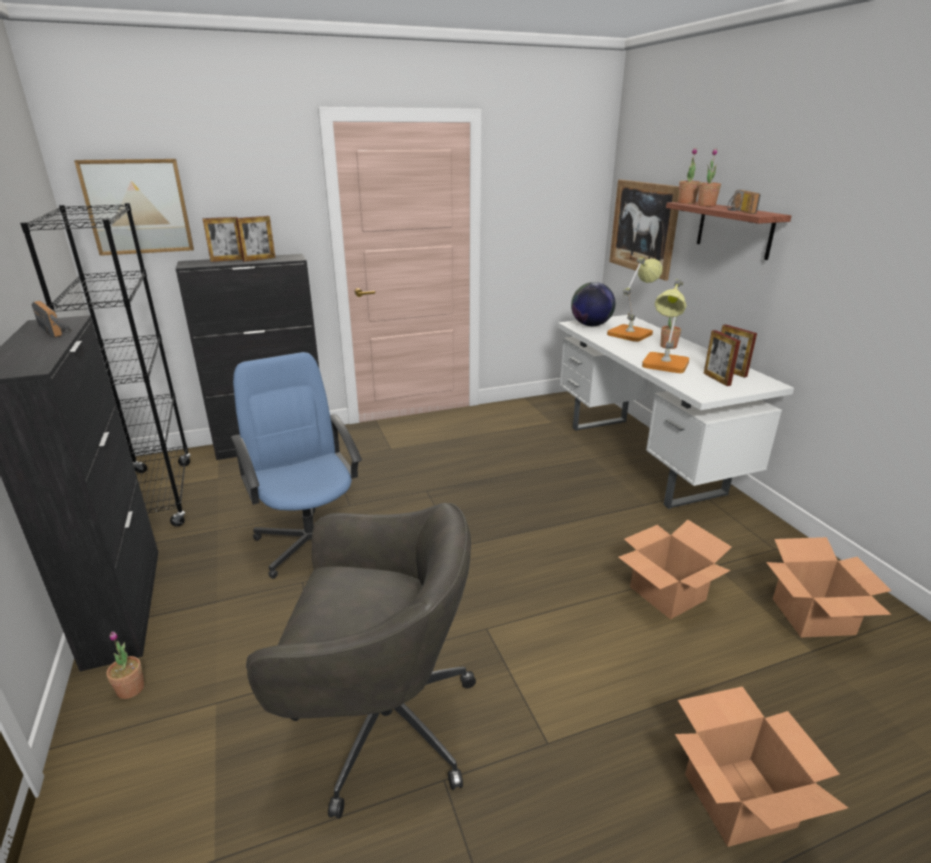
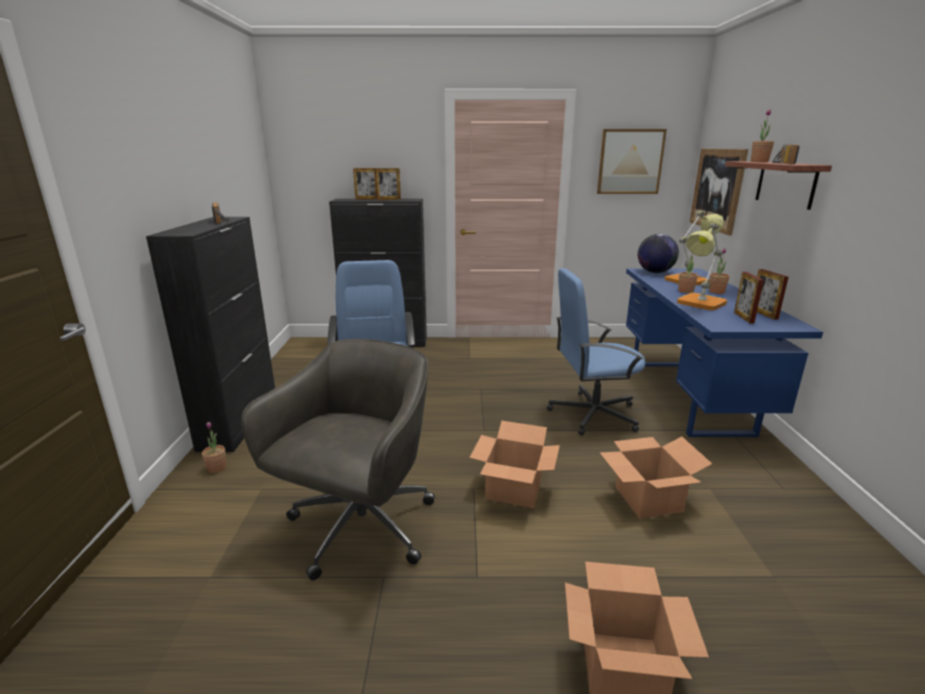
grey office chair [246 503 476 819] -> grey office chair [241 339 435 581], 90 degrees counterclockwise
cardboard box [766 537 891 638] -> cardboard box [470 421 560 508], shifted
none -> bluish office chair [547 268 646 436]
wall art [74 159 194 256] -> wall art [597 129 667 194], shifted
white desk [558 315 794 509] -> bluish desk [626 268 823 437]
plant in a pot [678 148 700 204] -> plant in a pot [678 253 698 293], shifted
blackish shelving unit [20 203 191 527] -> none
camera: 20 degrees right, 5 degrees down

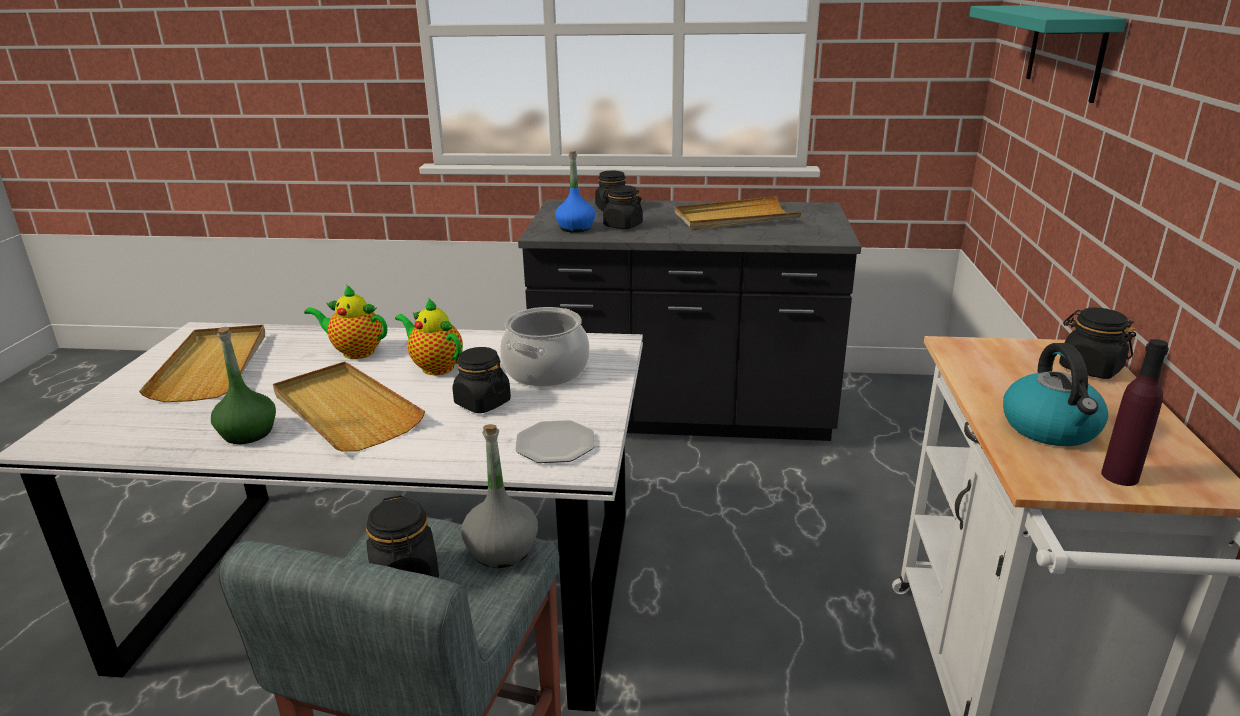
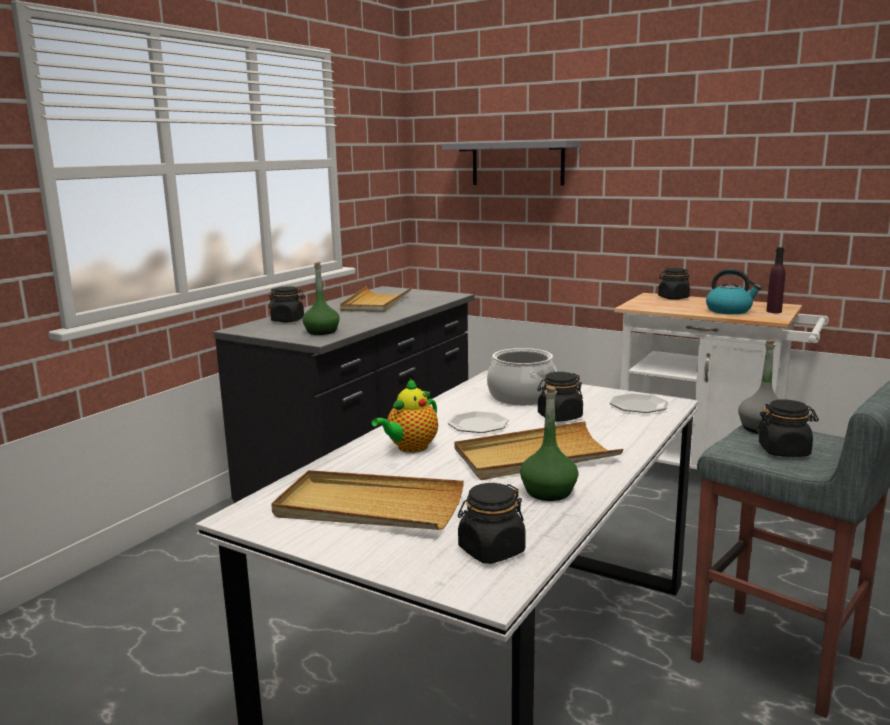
bluish bottle [555 151 595 233] -> green-coloured bottle [302 262 340 335]
blue-green shelf [969 5 1126 103] -> grey shelf [442 140 581 186]
teapot [395 297 463 375] -> flat dish [447 411 509 433]
blackish preserve jar [603 185 643 229] -> blackish preserve jar [458 483 526 564], shifted
camera: 65 degrees left, 10 degrees down

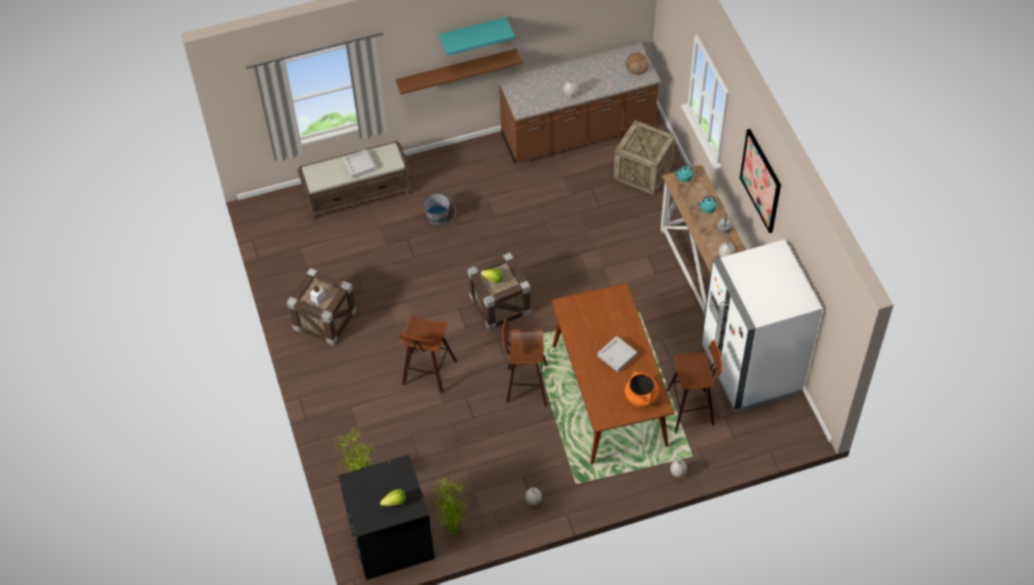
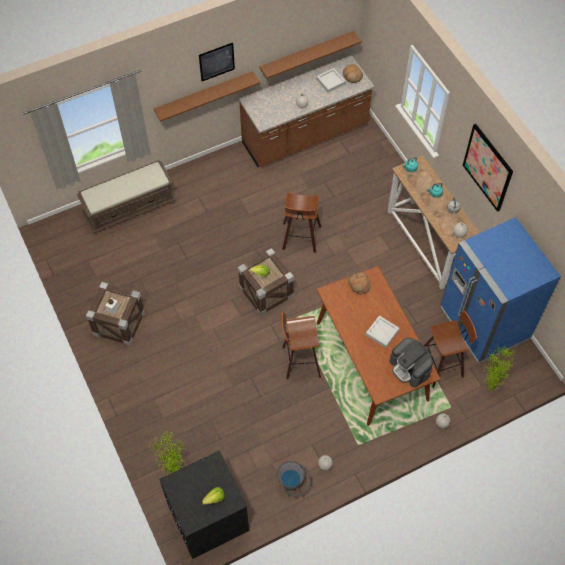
blue-green shelf [439 17 515 56] -> wall art [199 43 235 81]
none -> brownish shelf [259 31 362 79]
grey water bucket [422 193 456 225] -> grey water bucket [277 461 311 497], shifted
sitting stool [398 315 457 393] -> sitting stool [282 193 321 253], shifted
grey tray [343 149 376 179] -> grey tray [316 68 346 93], shifted
none -> bakery bread [348 272 371 294]
orange-coloured stockpot [625 371 660 408] -> coffee maker [390 338 433 388]
white refrigerator [701 239 822 412] -> bluish refrigerator [440 217 561 364]
plant in a pot [430 476 469 536] -> plant in a pot [482 345 516 391], shifted
crate [614 120 675 195] -> none
camera: 10 degrees left, 5 degrees up

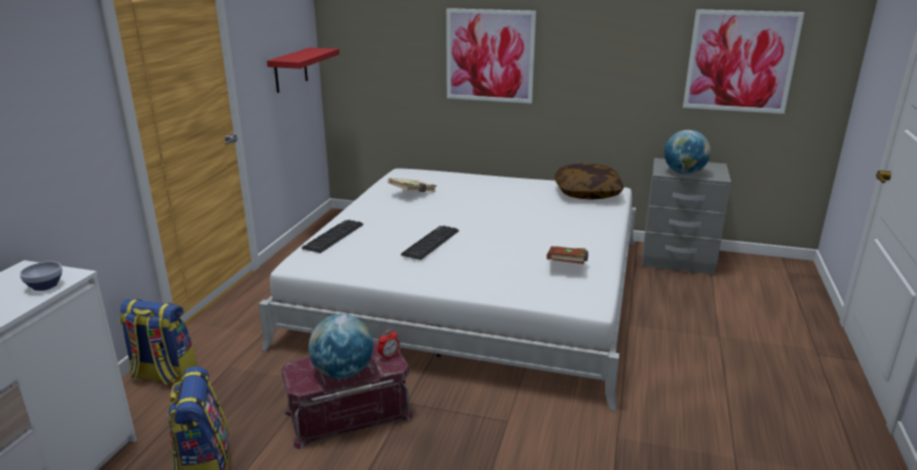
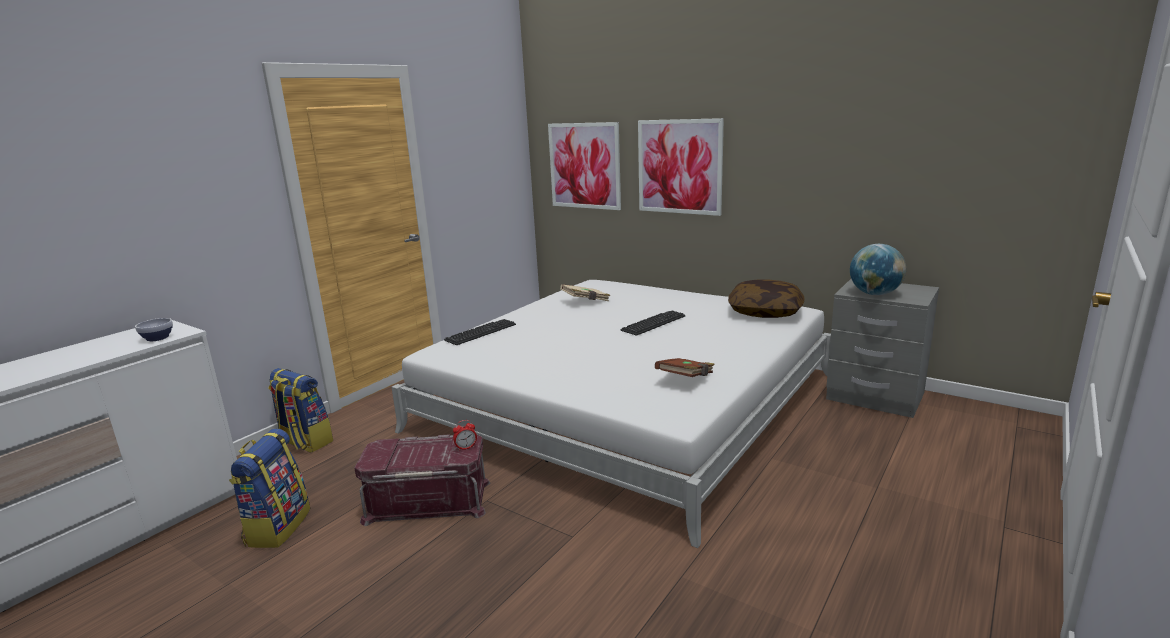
wall art [683 9 804 114] -> wall art [548 122 621 210], shifted
PC keyboard [401 226 459 260] -> PC keyboard [621 311 685 335], shifted
red shelf [267 48 340 93] -> none
globe [308 314 373 379] -> none
camera: 20 degrees right, 5 degrees down

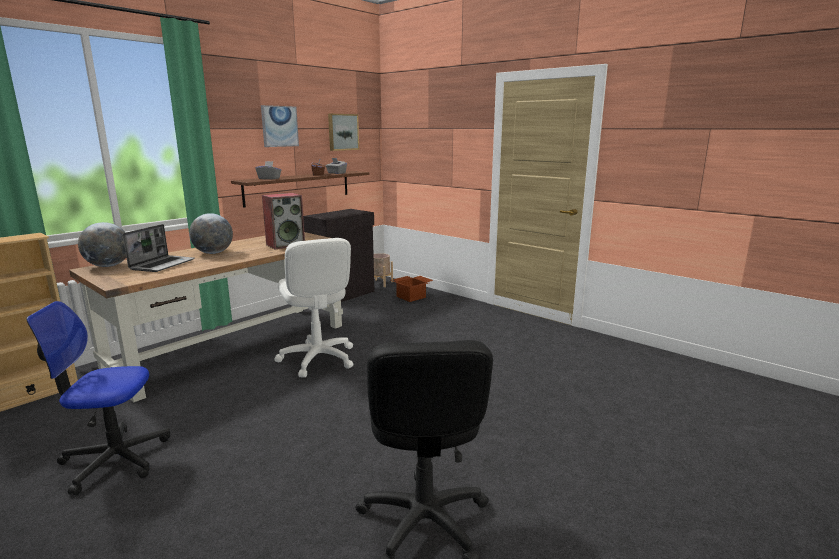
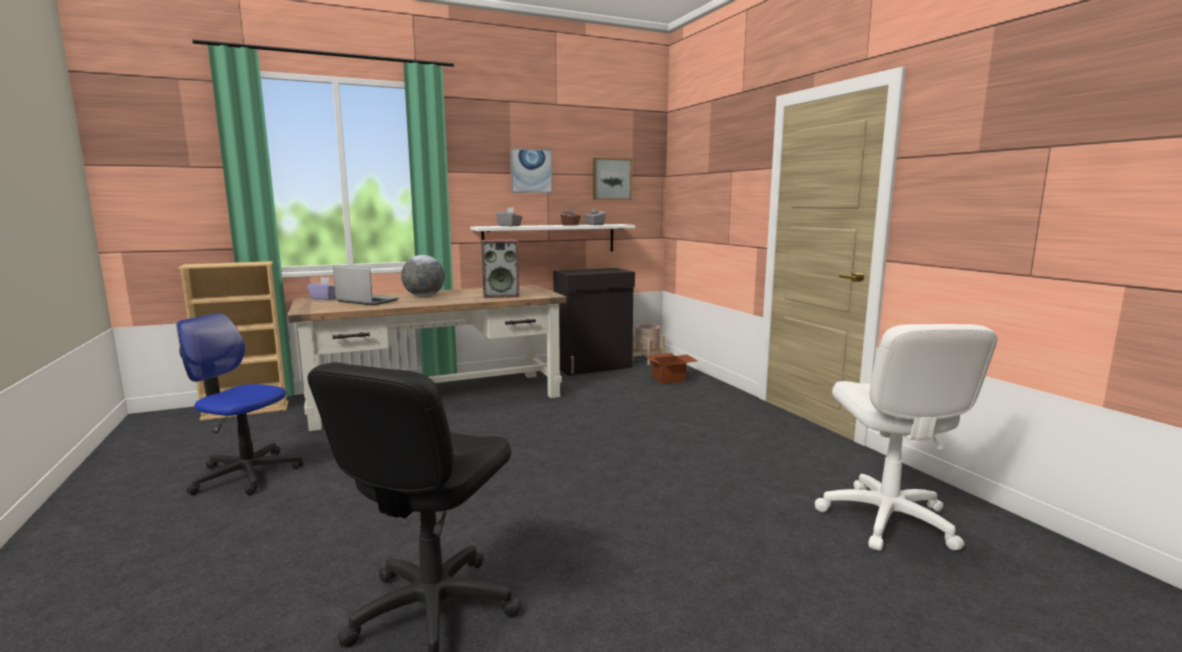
globe [78 222 126 267] -> purple box of tissues [307 277 336 300]
notebook computer [123 224 195 272] -> notebook computer [333 265 399 306], 105 degrees counterclockwise
brownish shelf [231 171 370 208] -> white shelf [470 224 635 251]
white office chair [274 238 353 378] -> white office chair [815 324 998 551], shifted
camera: 25 degrees right, 5 degrees down

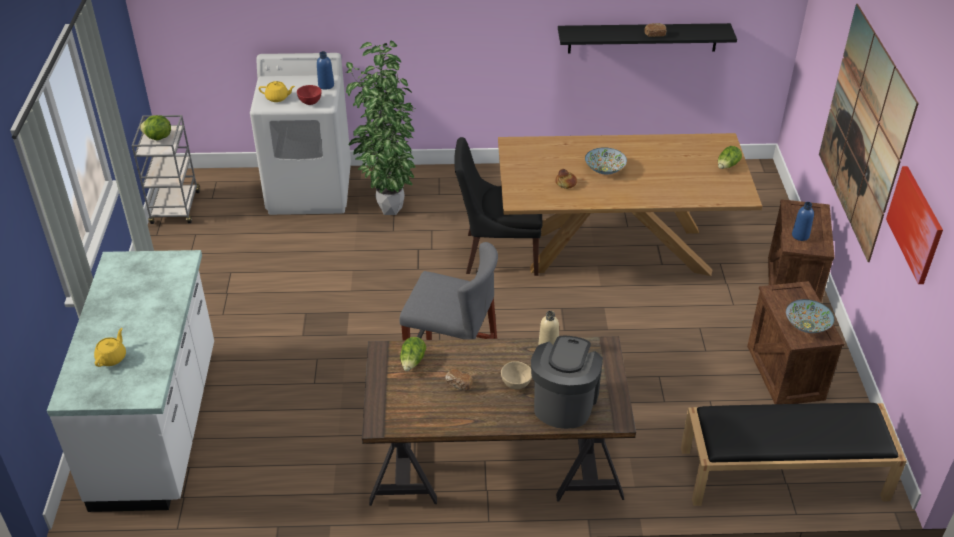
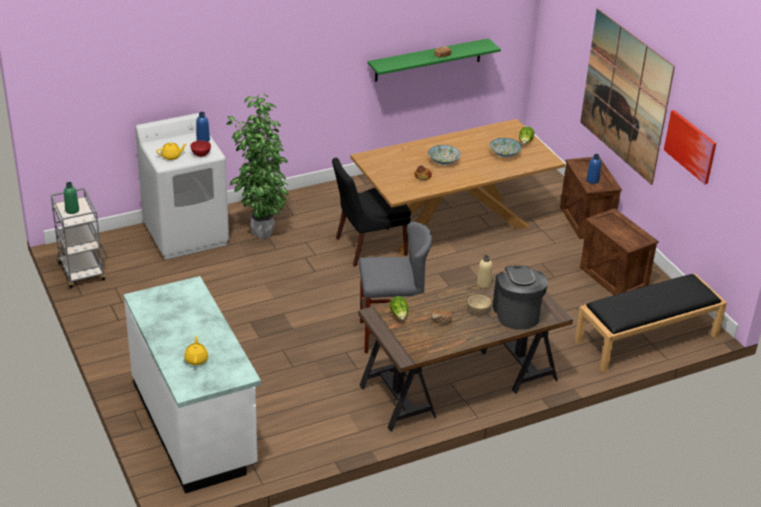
lettuce head [140 115 171 140] -> green-coloured bottle [64 182 79 214]
blackish shelf [558 23 737 53] -> green-coloured shelf [367 38 501 82]
bowl [786 299 834 333] -> bowl [490 138 522 157], shifted
camera: 25 degrees left, 5 degrees down

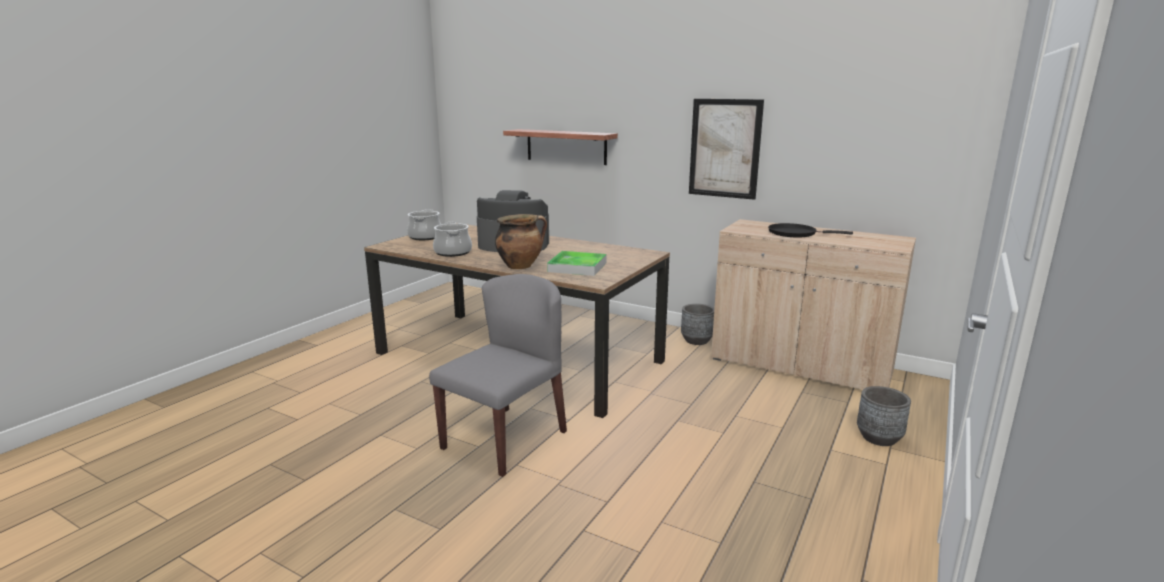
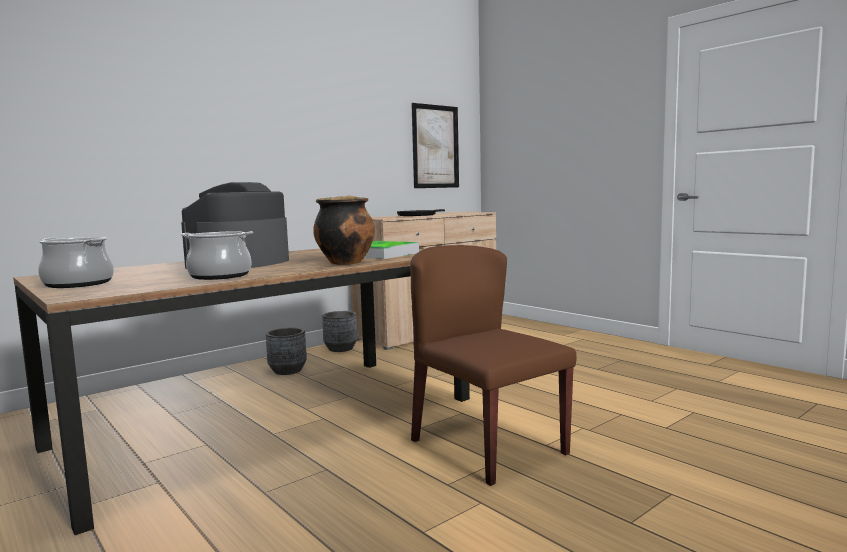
grey plant pot [857 386 911 446] -> grey plant pot [266 327 307 375], shifted
grey upright chair [429 274 567 477] -> brownish upright chair [410 245 577 486]
wall art [689 99 764 200] -> wall art [411 103 459 188], shifted
shelf [503 129 618 165] -> none
camera: 70 degrees left, 10 degrees down

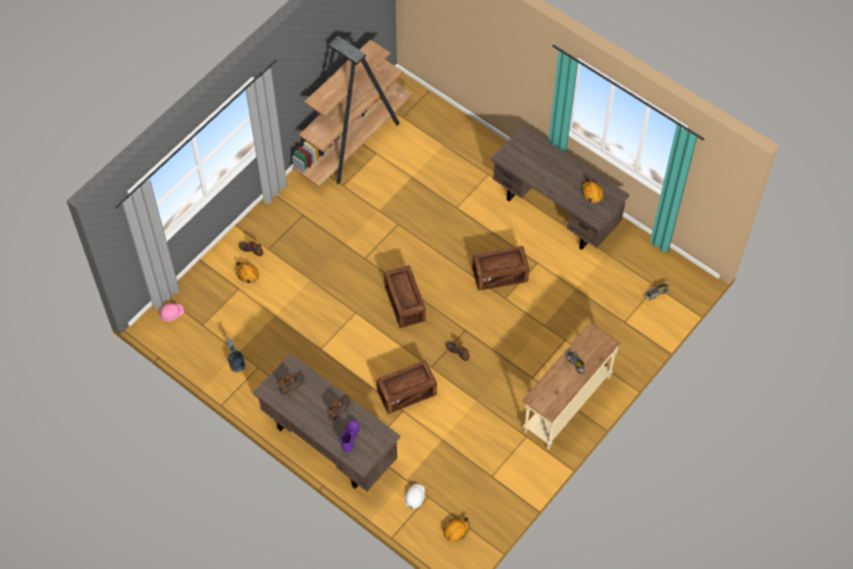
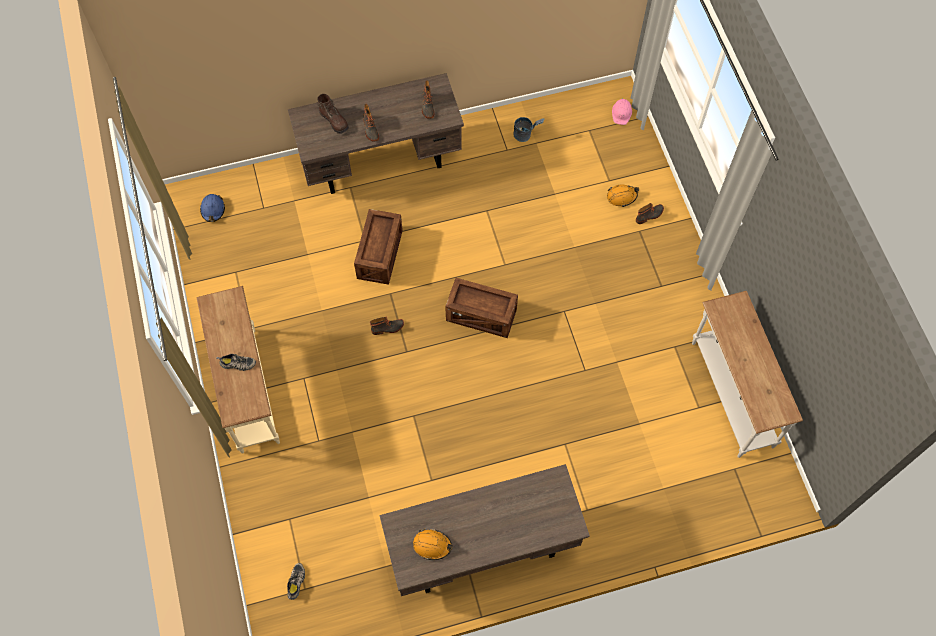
orange-coloured hard hat [443 517 469 542] -> bluish hard hat [200 194 225 222]
purple boot [340 420 359 453] -> brownish boot [317 94 349 134]
brownish shelving unit [292 36 413 187] -> white narrow table [692 291 803 458]
white hard hat [404 484 425 509] -> none
crate [473 246 529 291] -> none
camera: 125 degrees right, 5 degrees up

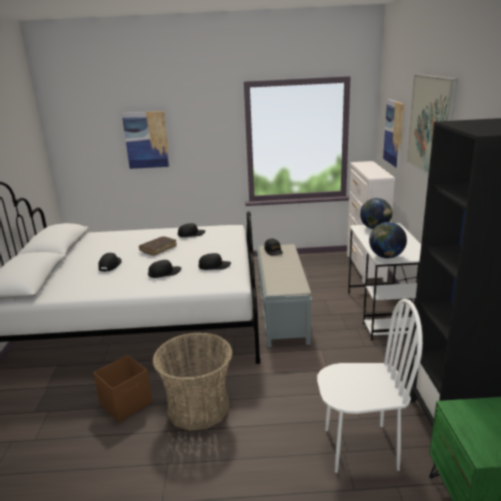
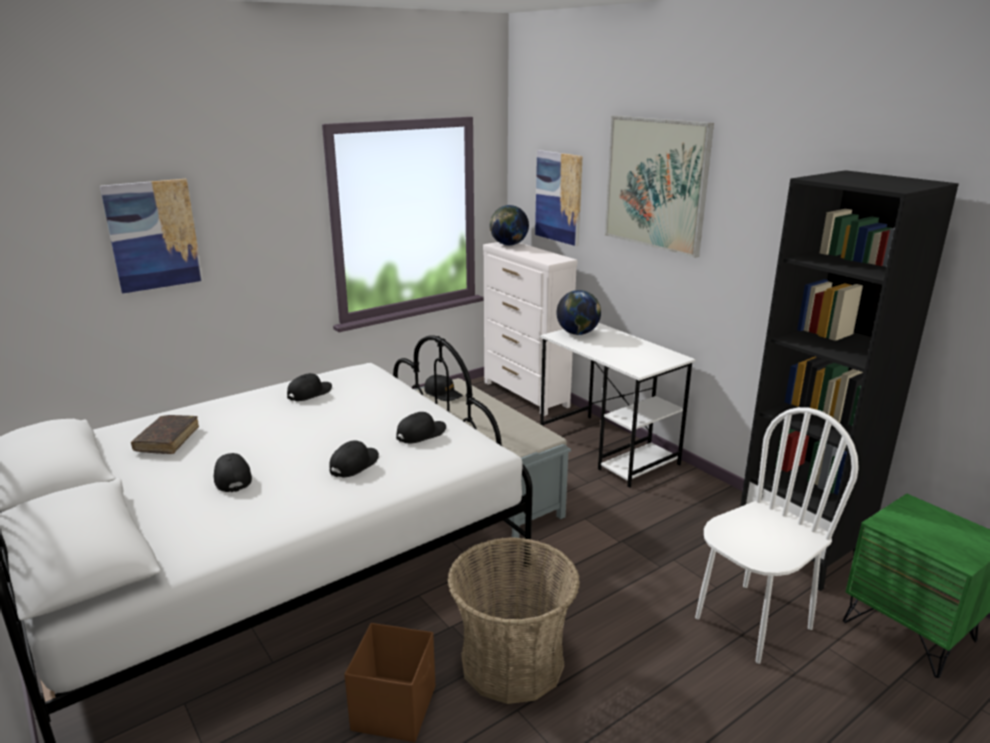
brownish bound book [139 237 177 256] -> brownish bound book [131 415 199 454], shifted
globe [369 222 407 259] -> globe [490 205 529 246], shifted
camera: 35 degrees left, 0 degrees up

